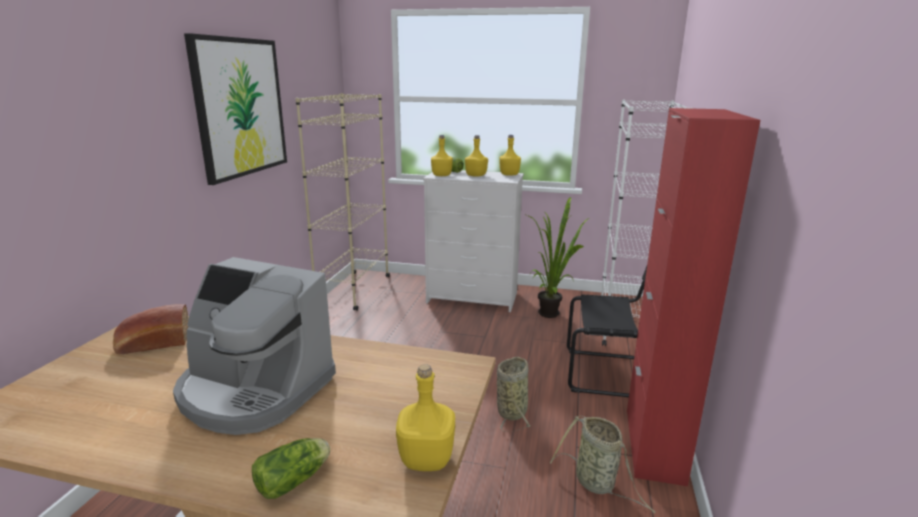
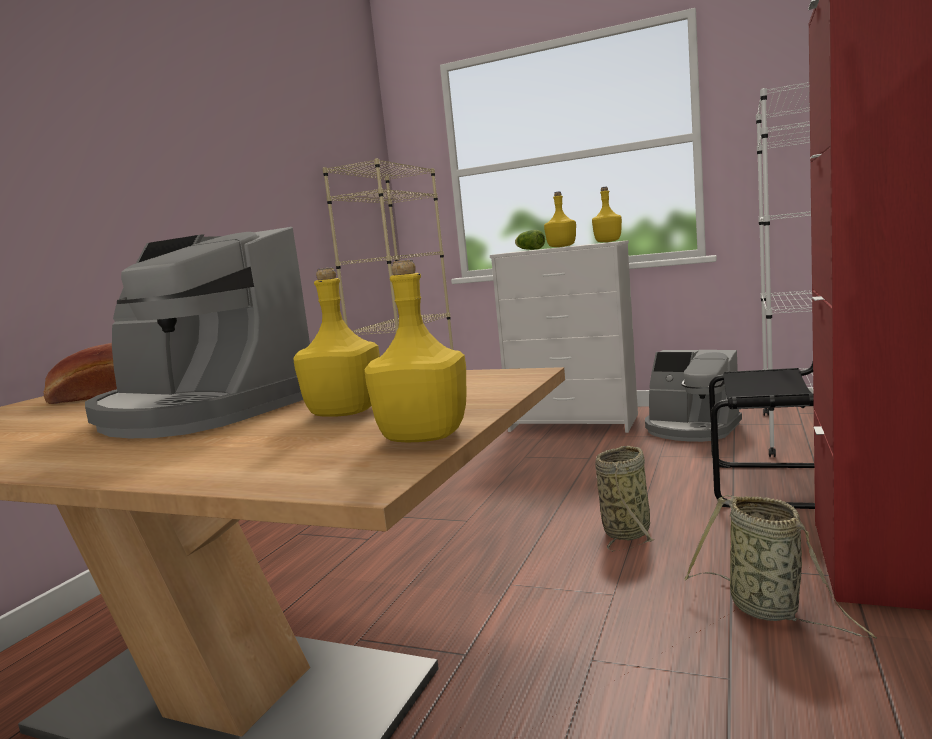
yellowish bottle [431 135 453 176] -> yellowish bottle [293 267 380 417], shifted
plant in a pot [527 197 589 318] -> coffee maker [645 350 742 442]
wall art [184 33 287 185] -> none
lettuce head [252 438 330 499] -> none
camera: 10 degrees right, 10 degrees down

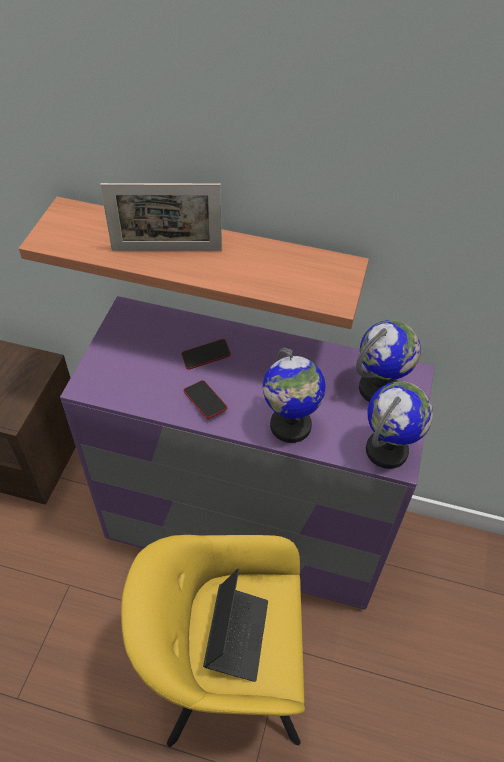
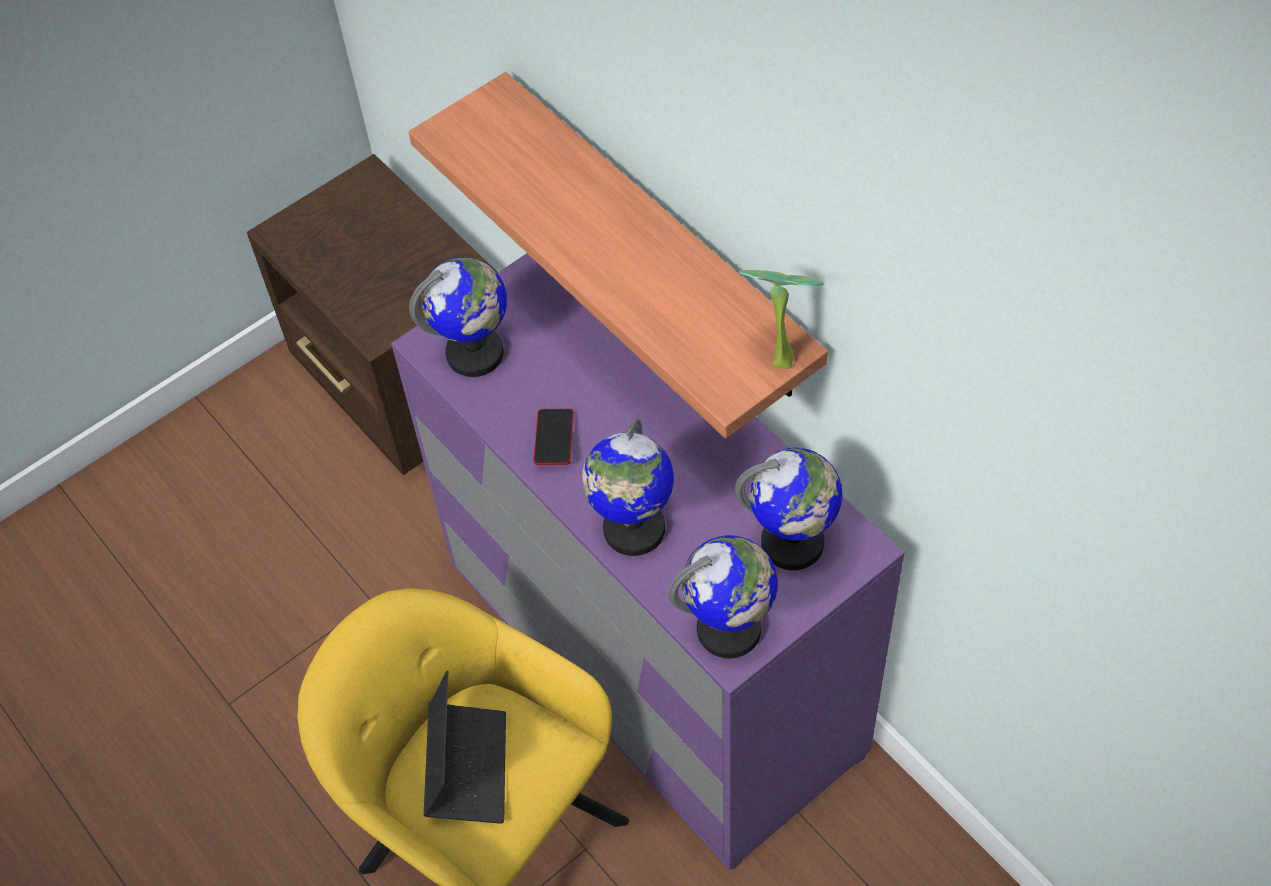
none -> globe [409 257 507 377]
notebook computer [203 568 268 682] -> notebook computer [424 671 506 824], 45 degrees counterclockwise
none -> plant in a pot [738 270 824 369]
standing frame [100 183 222 251] -> none
telephone [181 339 231 370] -> none
camera: 40 degrees right, 5 degrees up

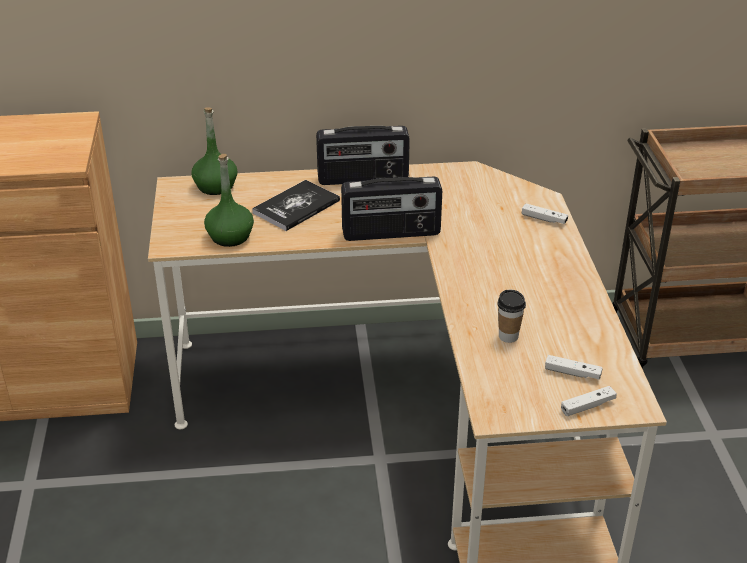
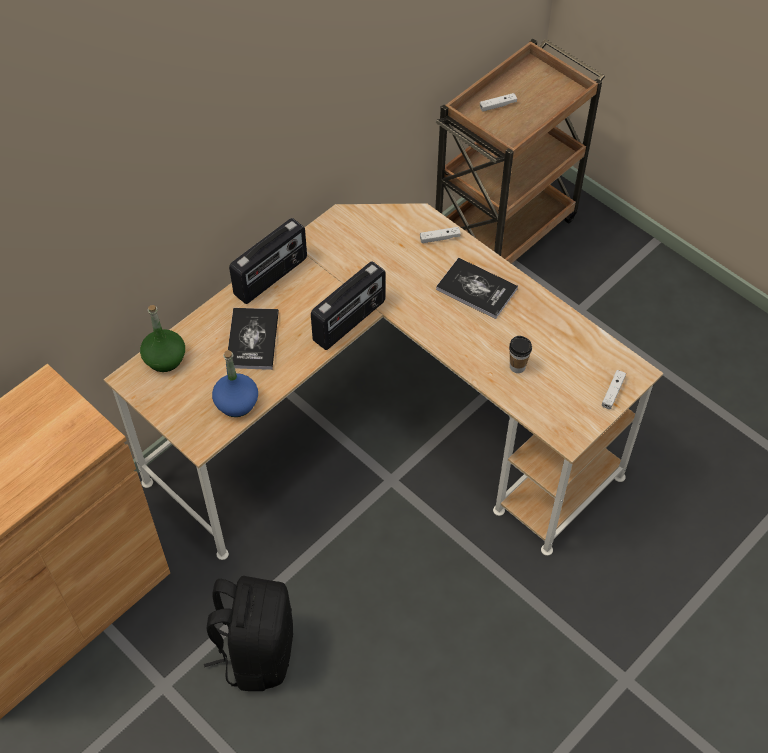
none -> blackish backpack [204 576 293 691]
green-coloured bottle [204 154 254 247] -> bluish bottle [212 350 258 417]
none -> bound book [436 258 518 319]
white gamepad [545 355 602 379] -> white gamepad [480 93 517 112], shifted
camera: 40 degrees left, 20 degrees up

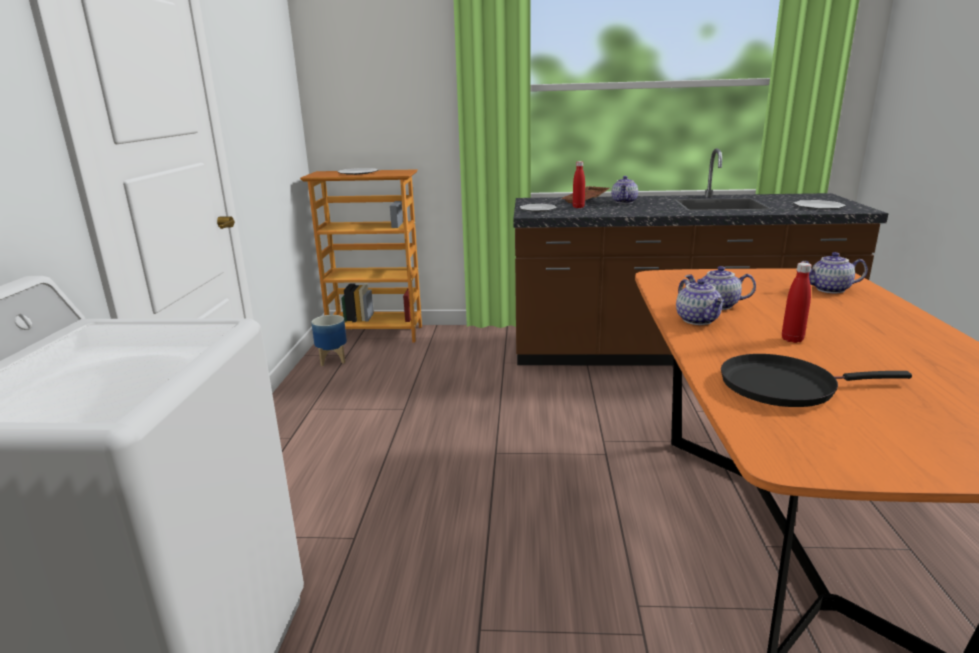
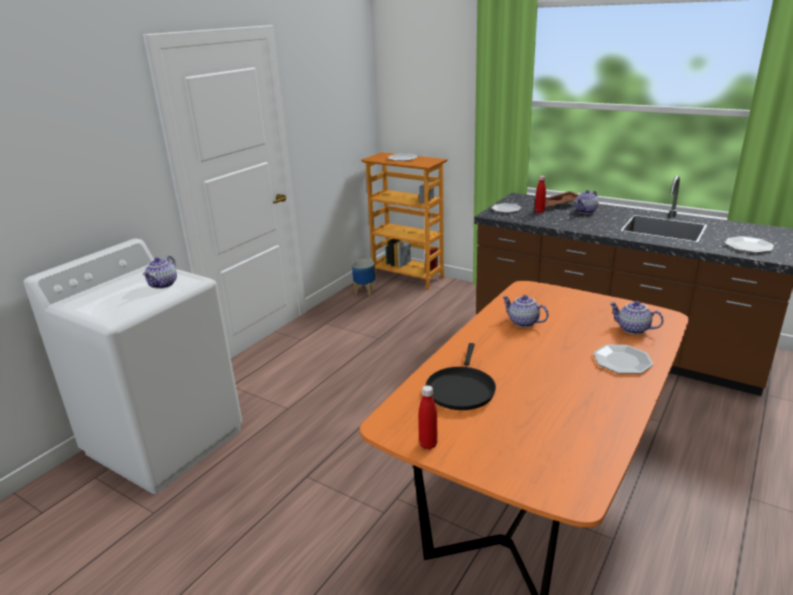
teapot [676 279 724 325] -> teapot [142 256 177 289], shifted
red bottle [782 263 812 343] -> red bottle [419 385 438 450], shifted
blackish frying pan [721 354 912 407] -> blackish frying pan [426 343 496 410], 105 degrees counterclockwise
none -> flat dish [593 345 653 374]
camera: 30 degrees right, 5 degrees up

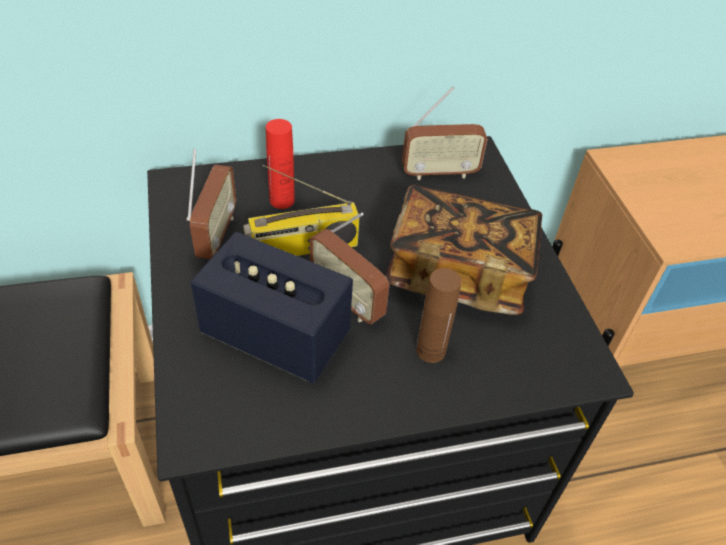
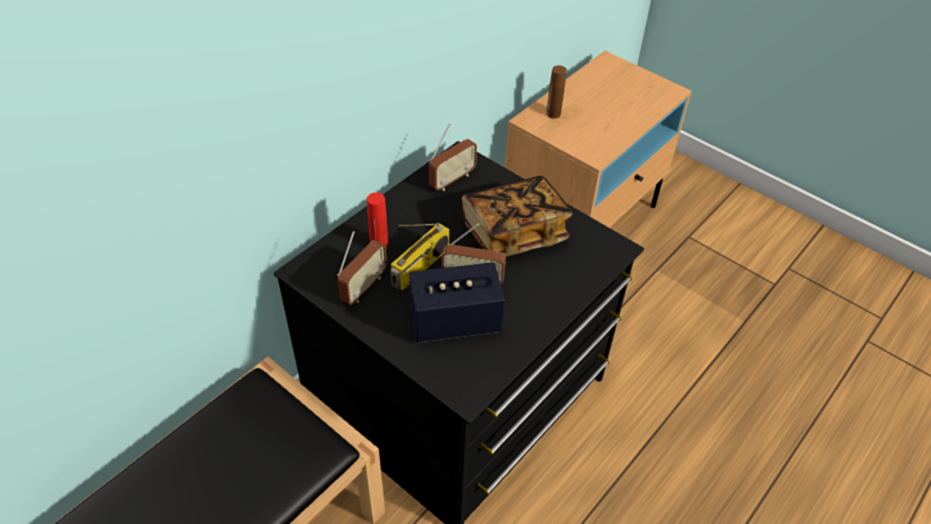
radio receiver [187 149 236 259] -> radio receiver [337 231 387 305], 60 degrees clockwise
brownish bottle [416 268 462 363] -> brownish bottle [546 66 567 119], shifted
camera: 35 degrees left, 0 degrees up

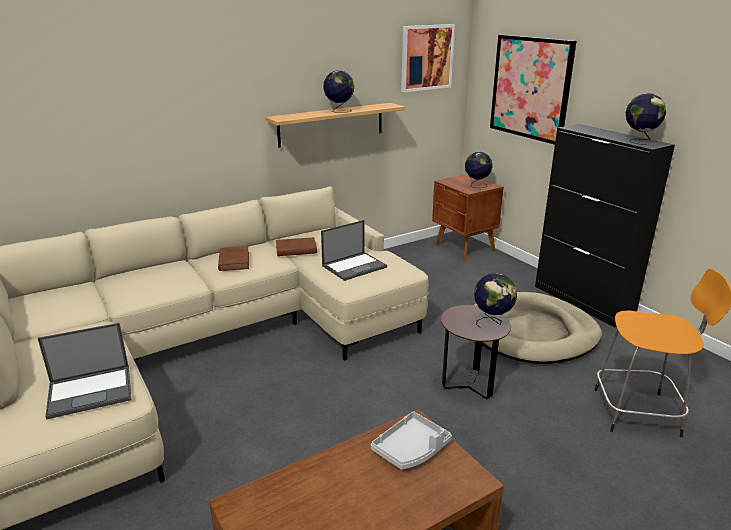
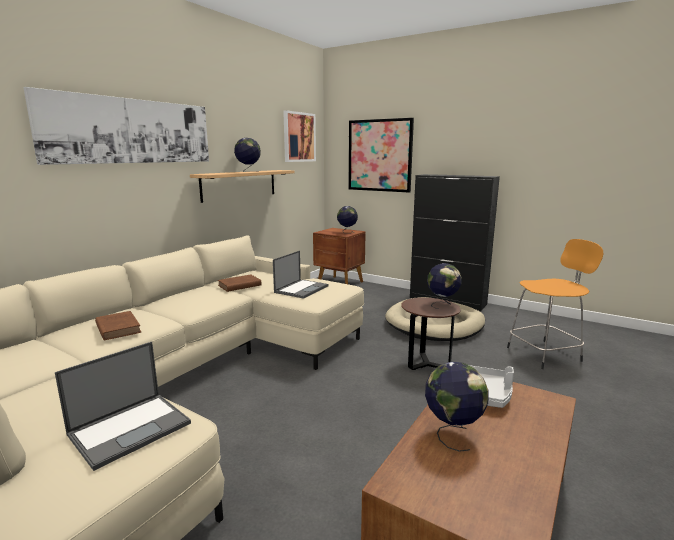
none -> wall art [23 87 209 165]
brownish bound book [218 246 249 271] -> brownish bound book [95 311 141 340], shifted
globe [625 93 666 145] -> globe [425 362 489 452], shifted
camera: 25 degrees left, 10 degrees down

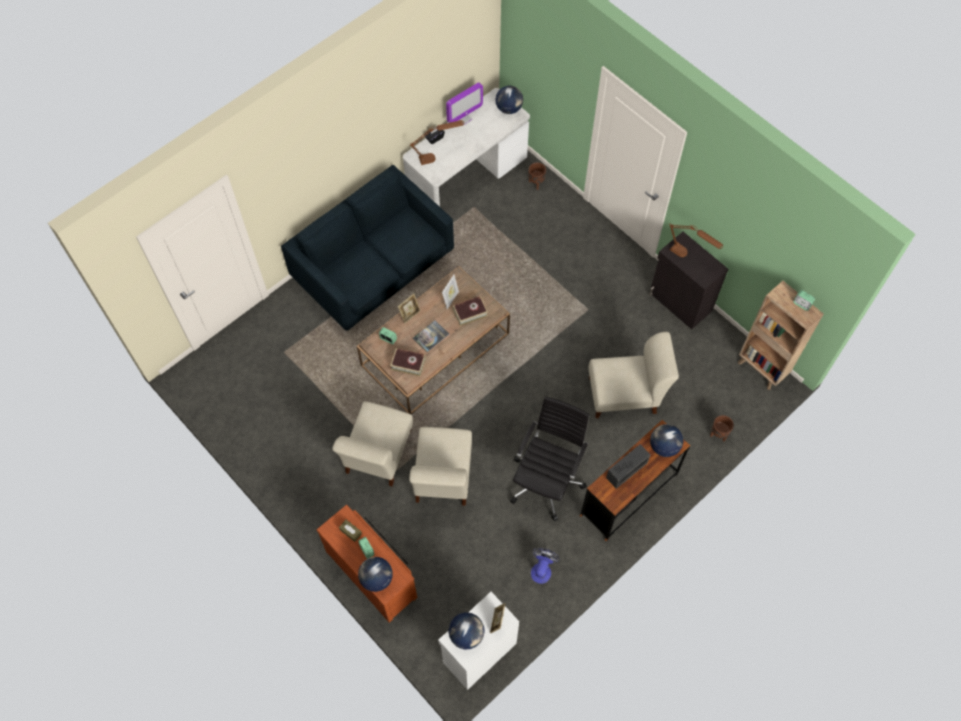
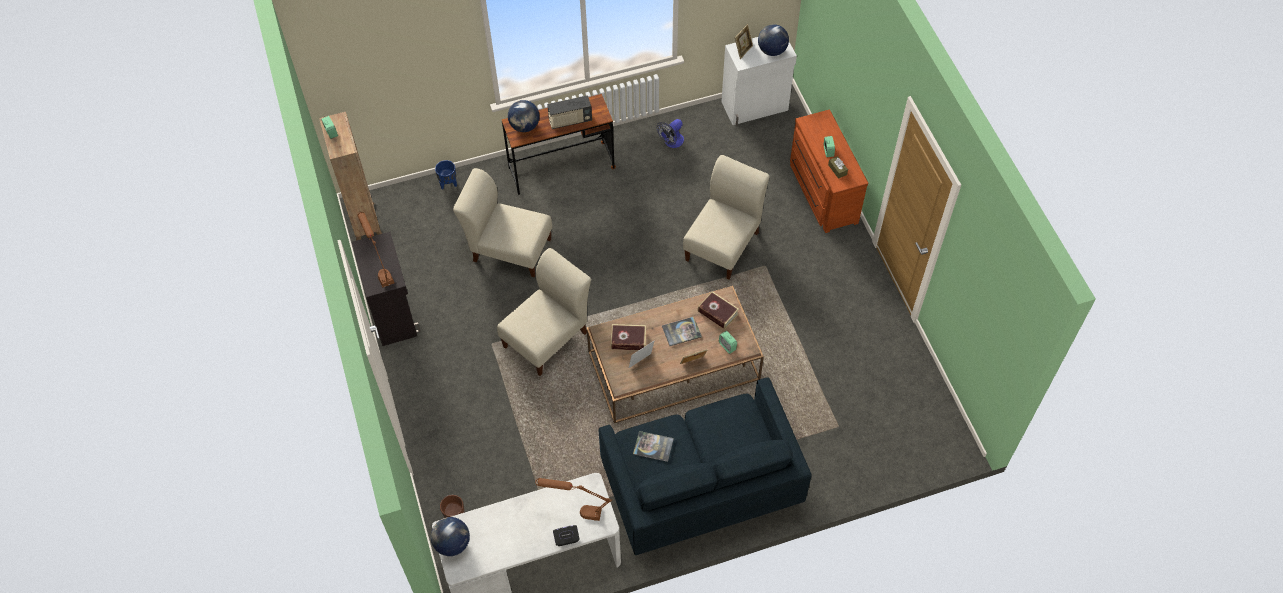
brownish plant pot [710 415 734 441] -> bluish plant pot [435 160 457 190]
beige-coloured upright chair [332 401 413 486] -> beige-coloured upright chair [497 248 591 376], shifted
none -> bound book [633 431 674 462]
globe [358 557 393 592] -> none
computer screen [446 82 483 125] -> none
blackish office chair [510 397 590 521] -> none
camera: 155 degrees left, 5 degrees down

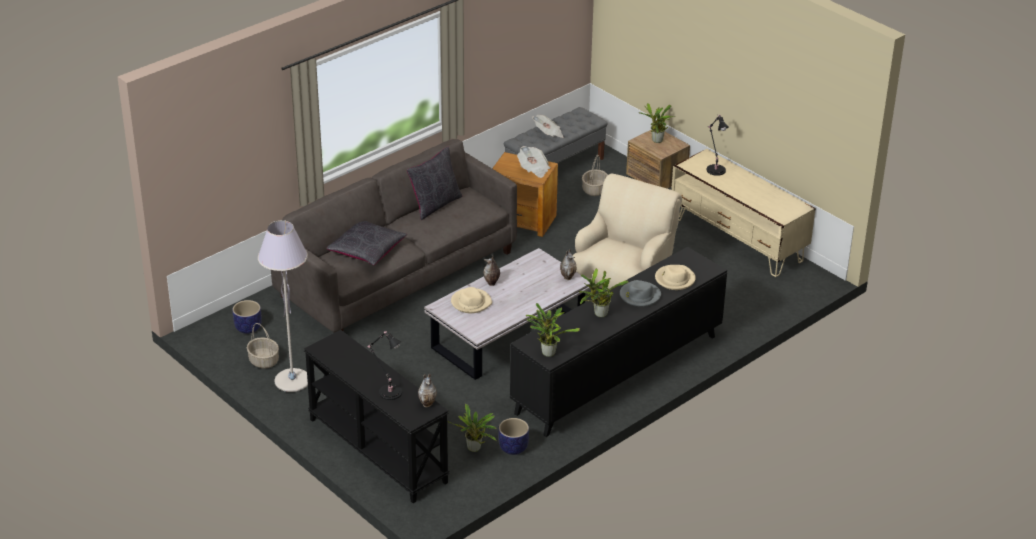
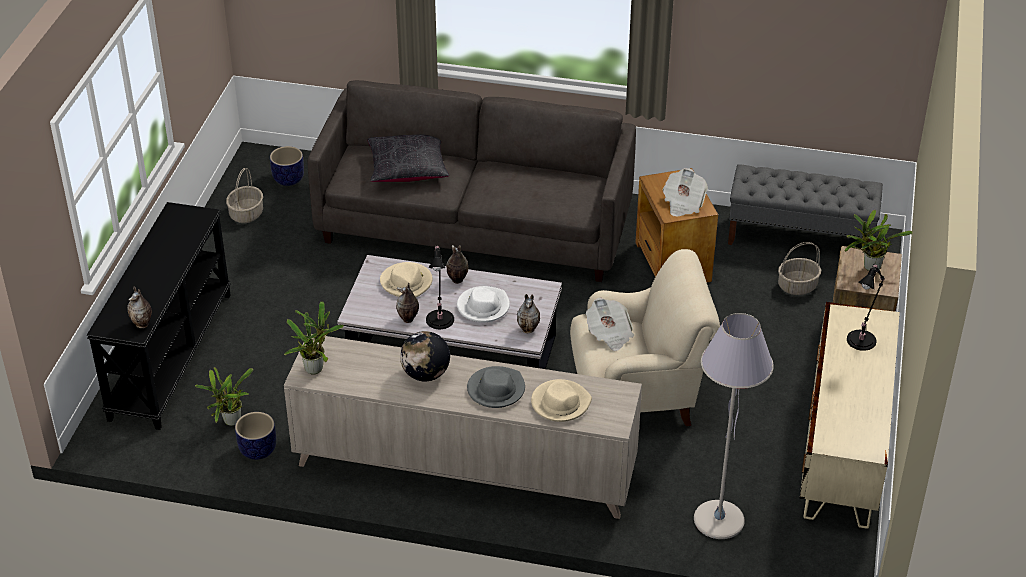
blackish storage cabinet [510 247 727 437] -> beige-coloured storage cabinet [284 334 642 519]
none -> flower vase [396 283 419 323]
plant in a pot [579 268 628 318] -> globe [400 331 450 381]
blackish lamp for a table [368 331 402 400] -> blackish lamp for a table [426 245 454 329], shifted
none -> white wearable hat [457 286 510 323]
printed paper [532 115 563 138] -> printed paper [586 298 634 351], shifted
grey standing lamp [258 220 308 392] -> grey standing lamp [694 313 774 539], shifted
blackish cushion [407 147 462 220] -> none
camera: 55 degrees right, 5 degrees up

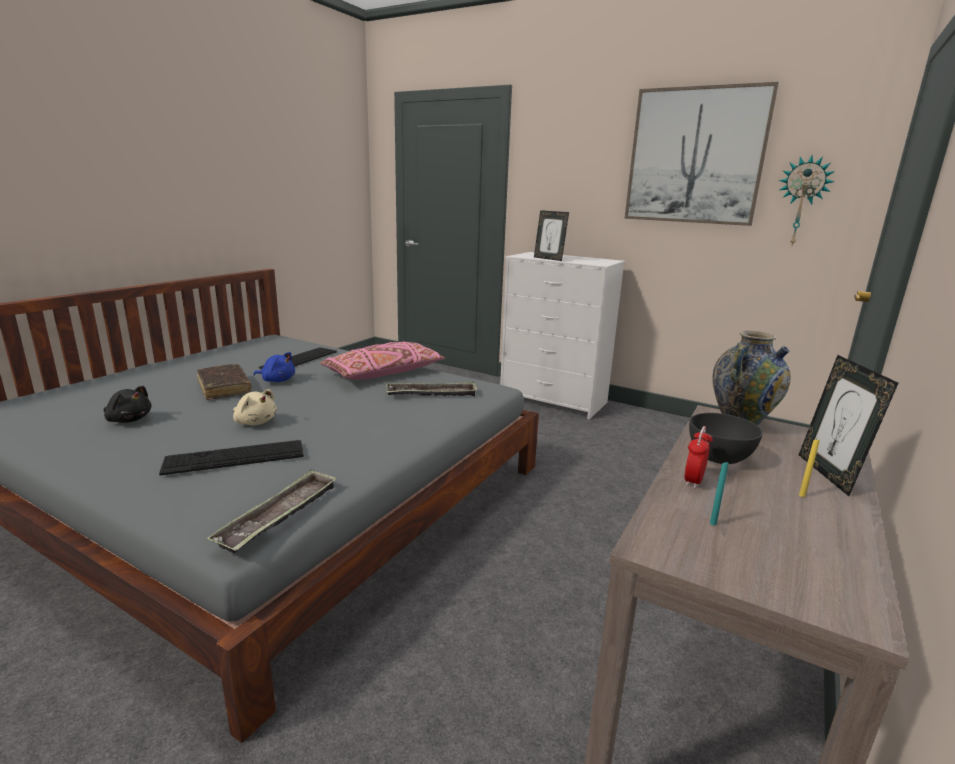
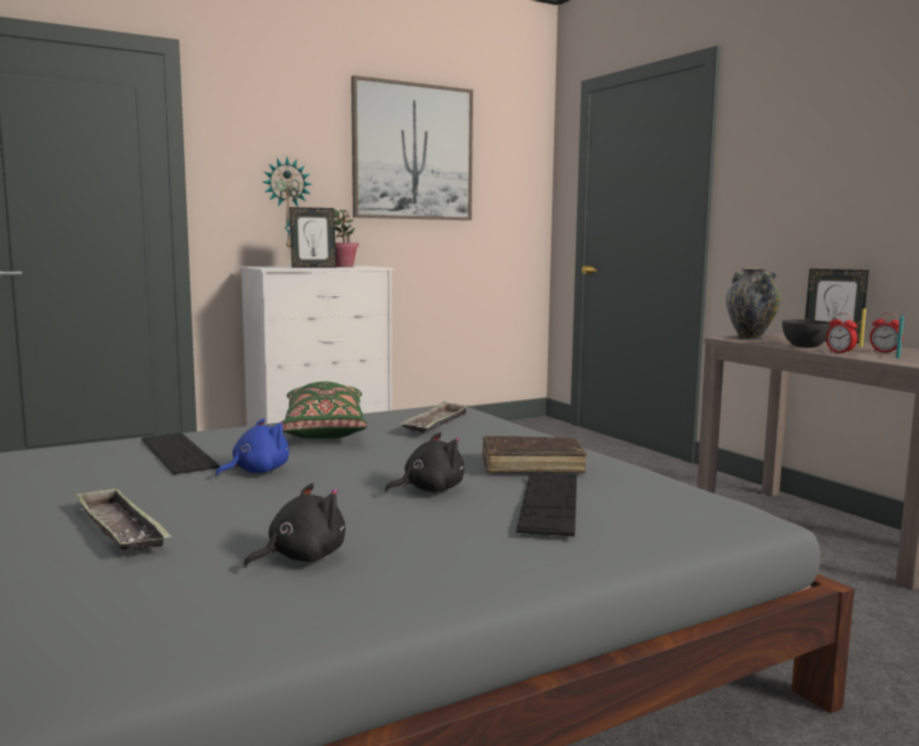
tray [207 469 337 553] -> tray [74 487 172 550], shifted
clock on the wall [779 155 835 245] -> clock on the wall [263 157 312 251], shifted
pinkish cushion [320 342 445 380] -> green-coloured cushion [282 382 368 439]
none -> plant in a pot [334 209 359 267]
beige-coloured plush toy [233 389 277 425] -> blackish plush toy [385 432 465 493]
brownish bound book [197 364 252 400] -> brownish bound book [482 435 587 473], shifted
none -> table clock [870 313 903 354]
camera: 60 degrees left, 10 degrees down

